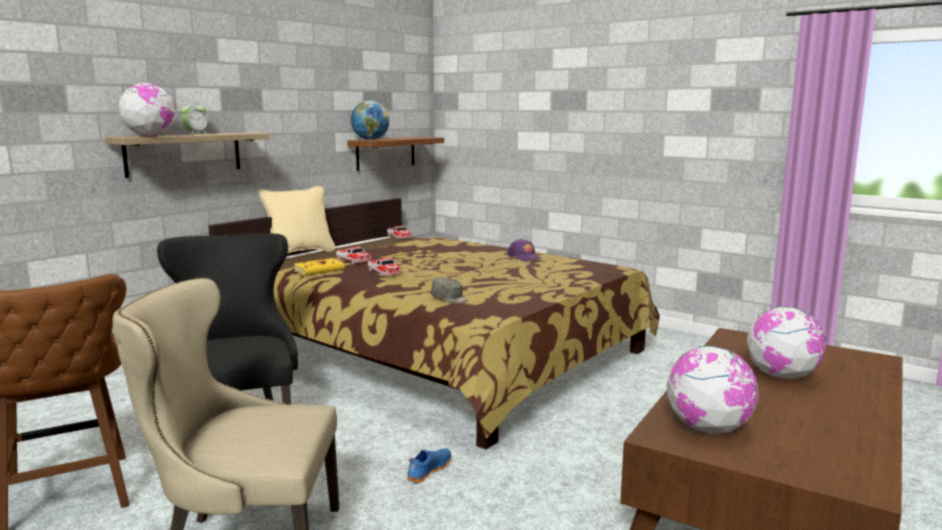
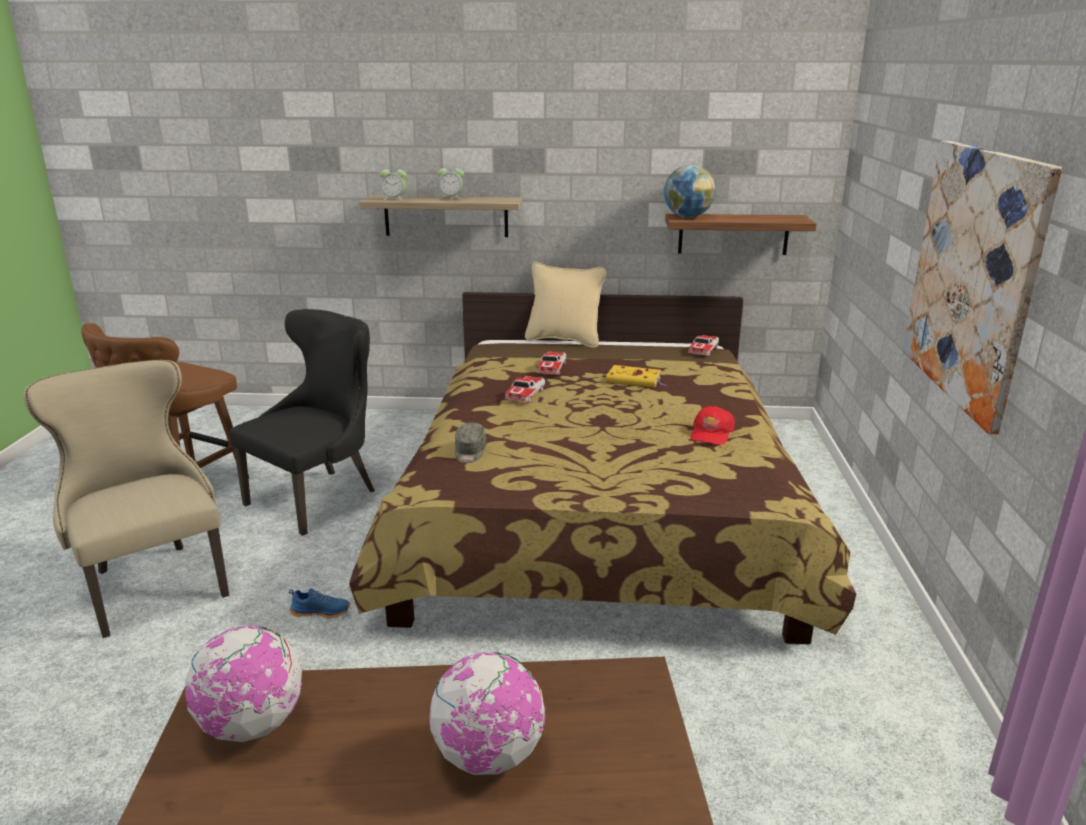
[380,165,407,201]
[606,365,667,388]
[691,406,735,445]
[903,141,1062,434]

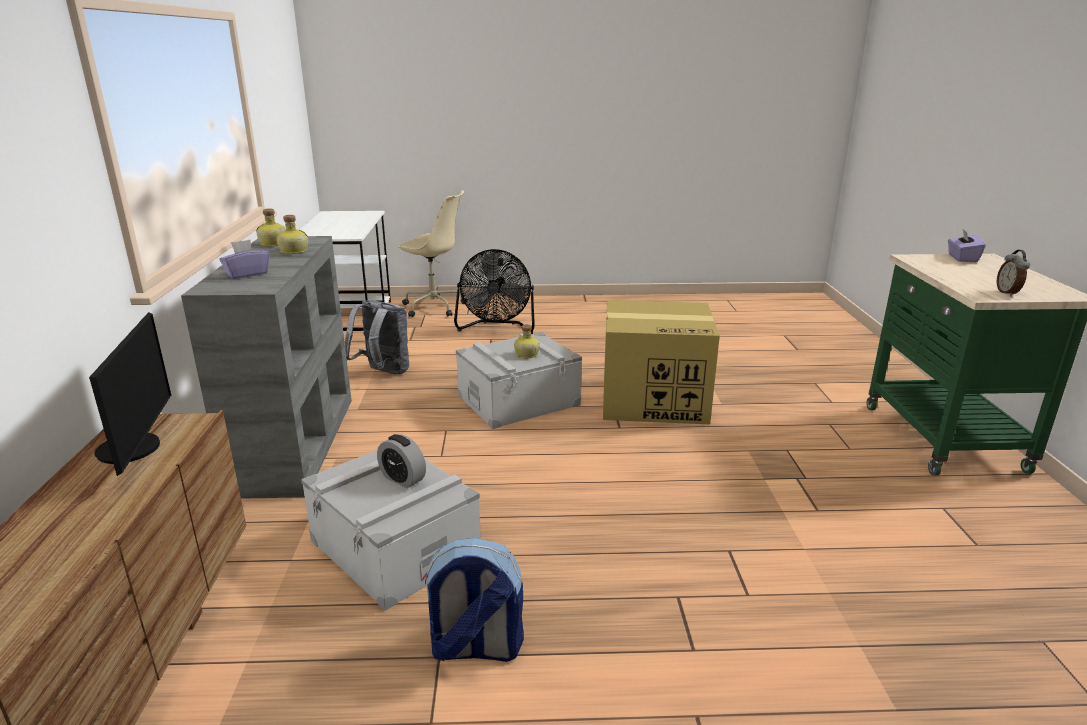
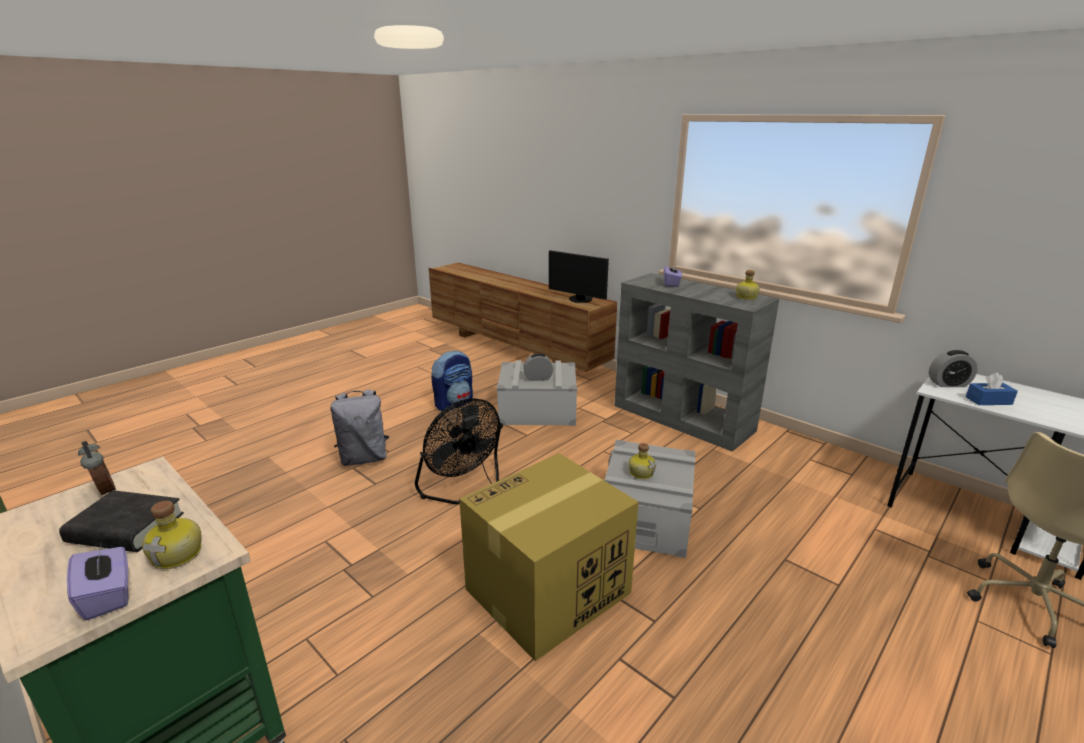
[142,501,202,569]
[330,389,389,466]
[415,398,503,504]
[59,490,184,552]
[929,350,977,387]
[966,373,1018,405]

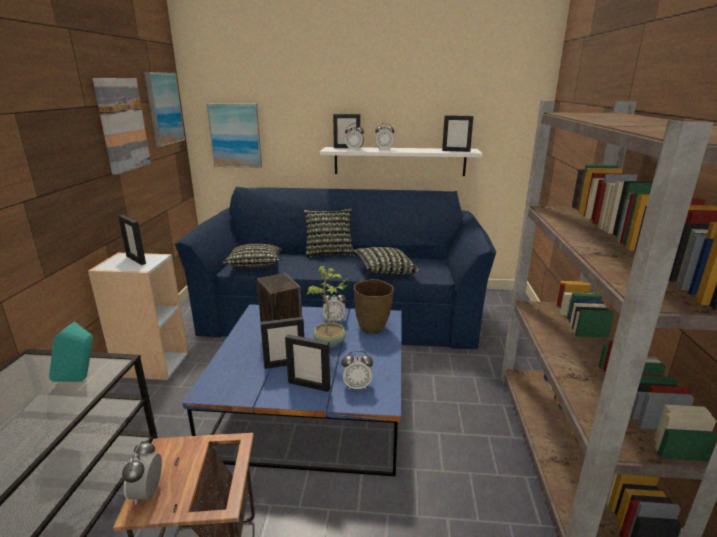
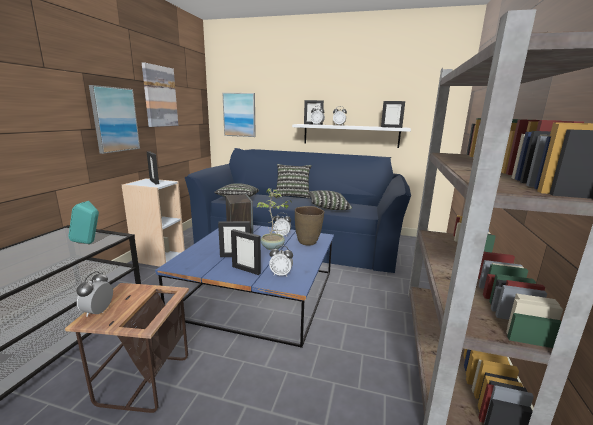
[89,85,140,154]

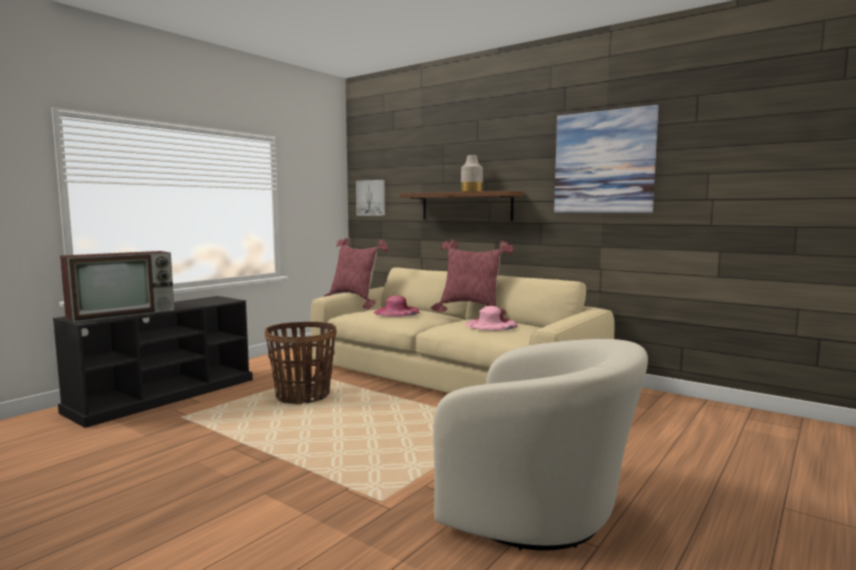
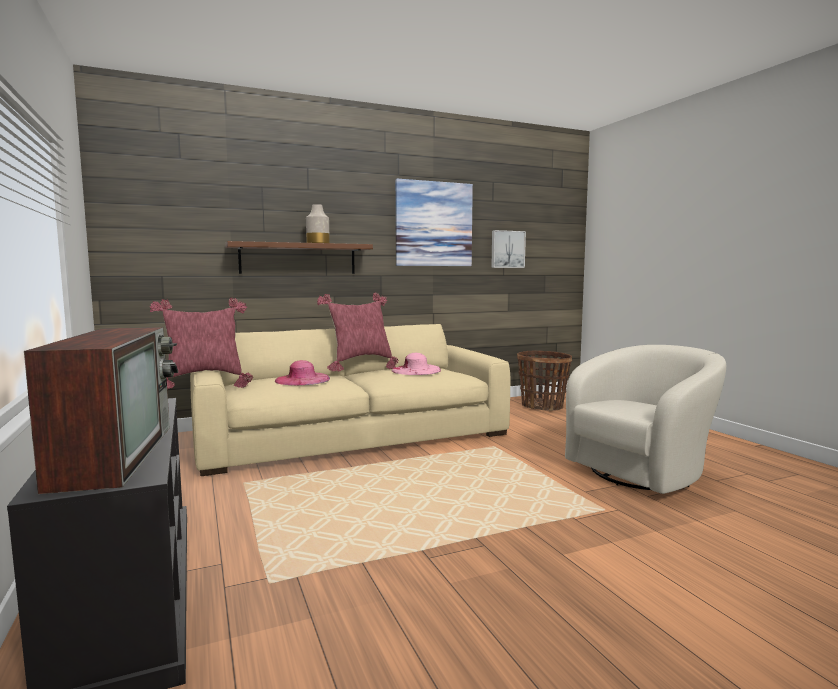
[517,350,572,411]
[491,230,526,268]

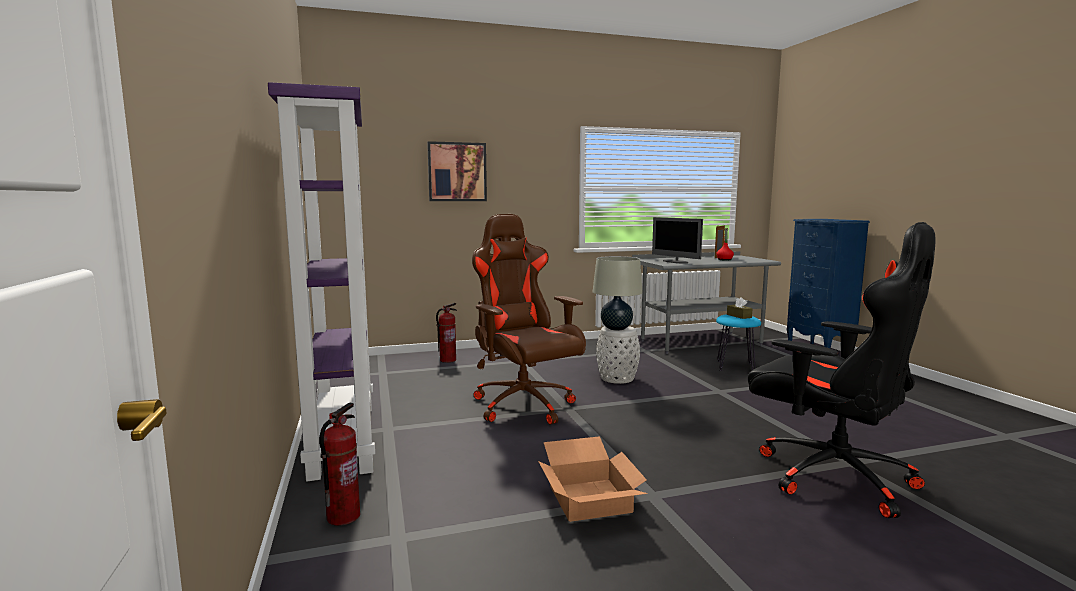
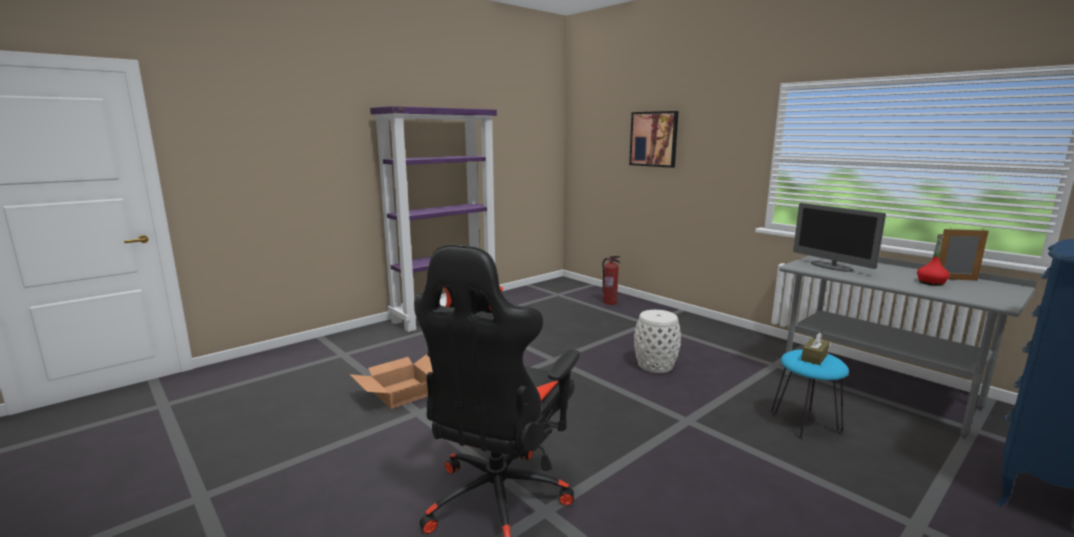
[319,403,360,526] (first image)
[472,214,586,425] (first image)
[593,256,643,330] (first image)
[793,203,886,272]

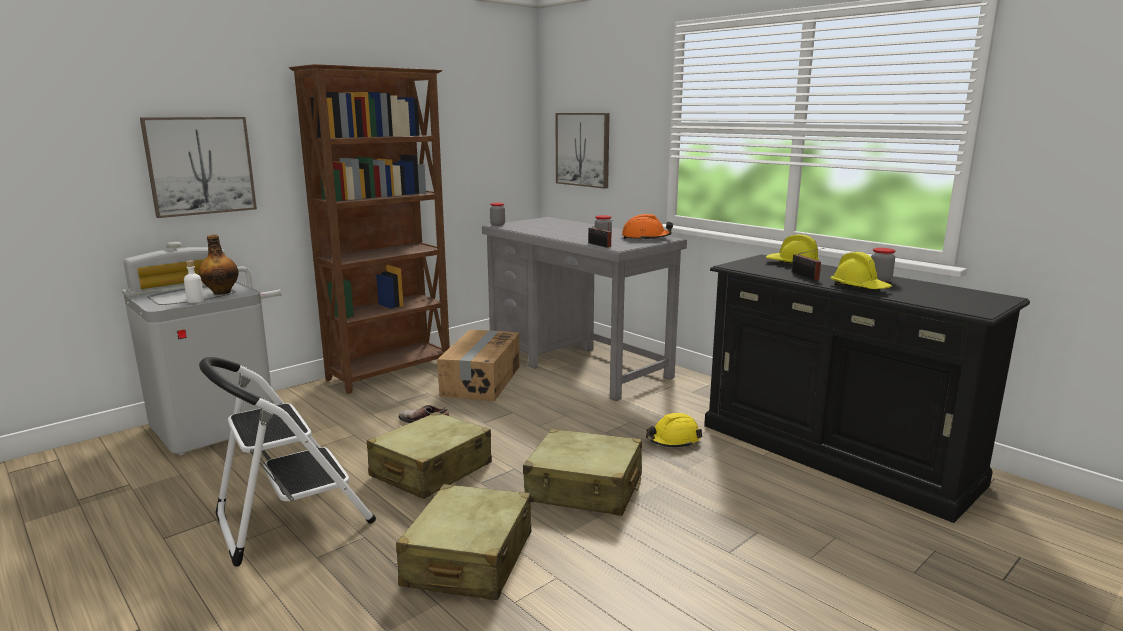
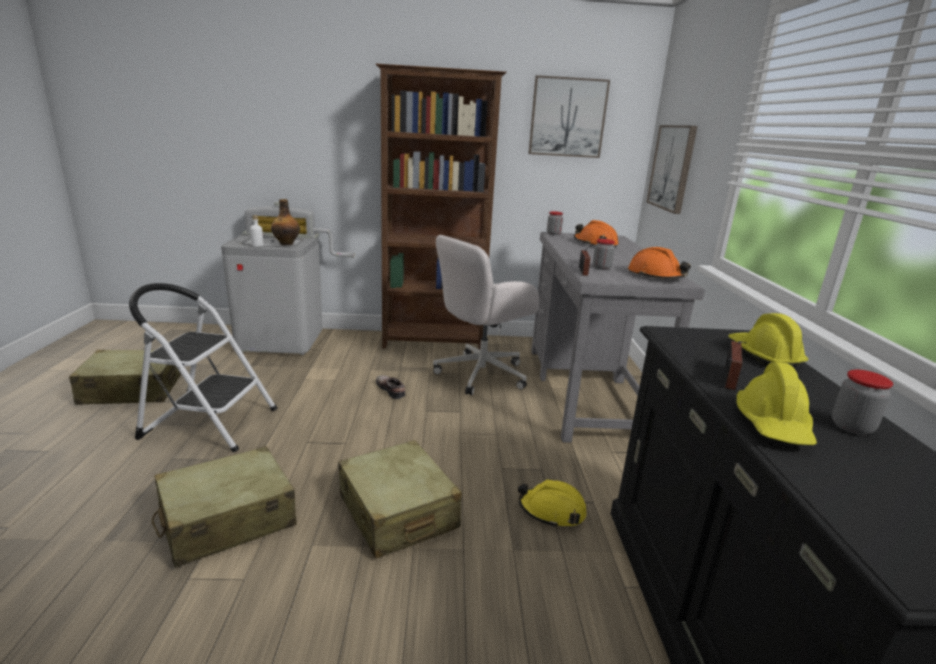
[529,75,610,158]
[69,350,181,405]
[433,235,539,395]
[574,220,618,248]

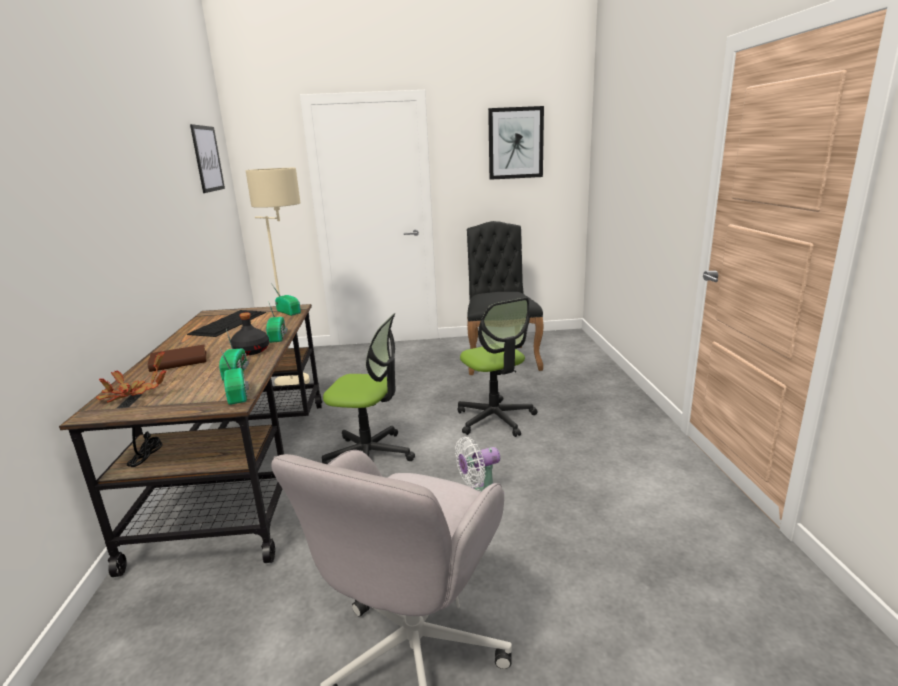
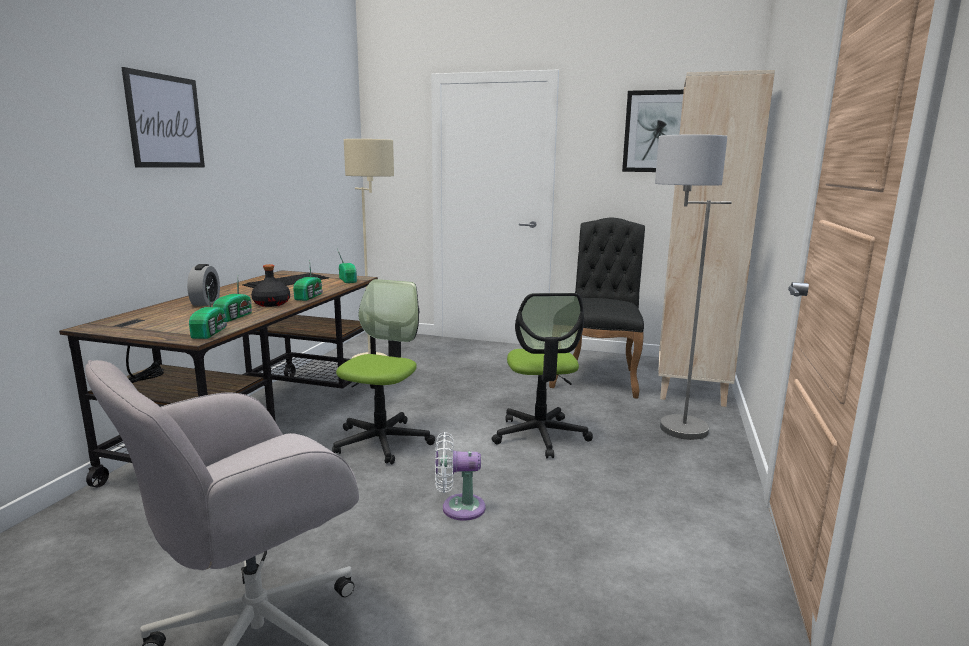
[96,351,167,403] (first image)
[187,264,220,306]
[121,67,205,167]
[332,279,435,464]
[655,134,732,440]
[658,70,775,407]

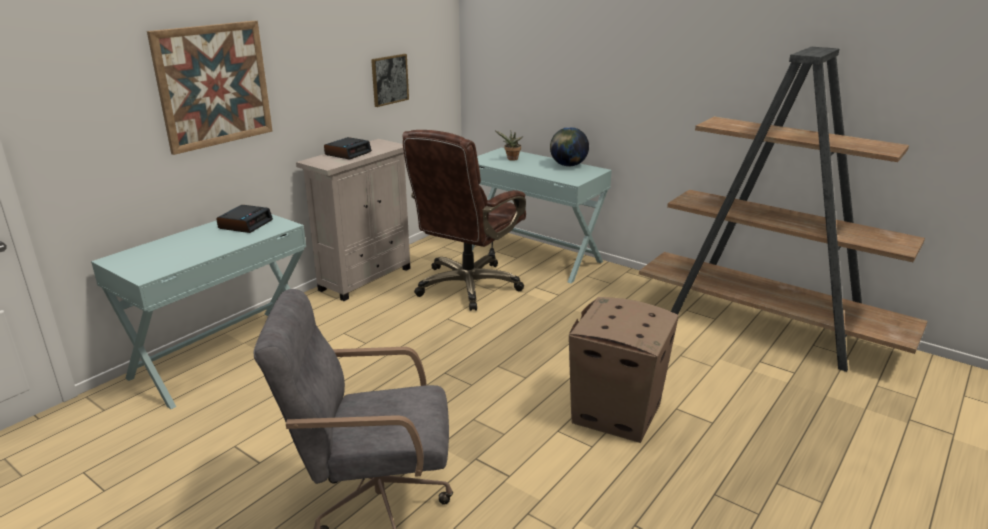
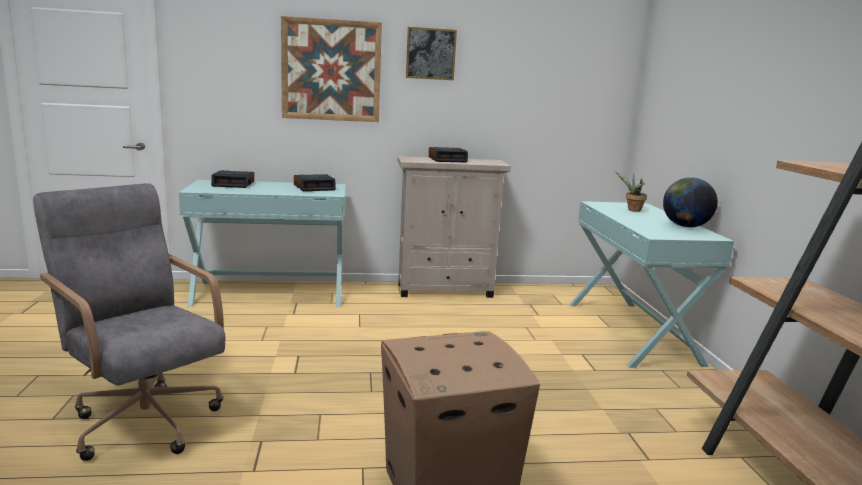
[406,27,457,80]
[403,130,526,311] (first image)
[211,170,254,188]

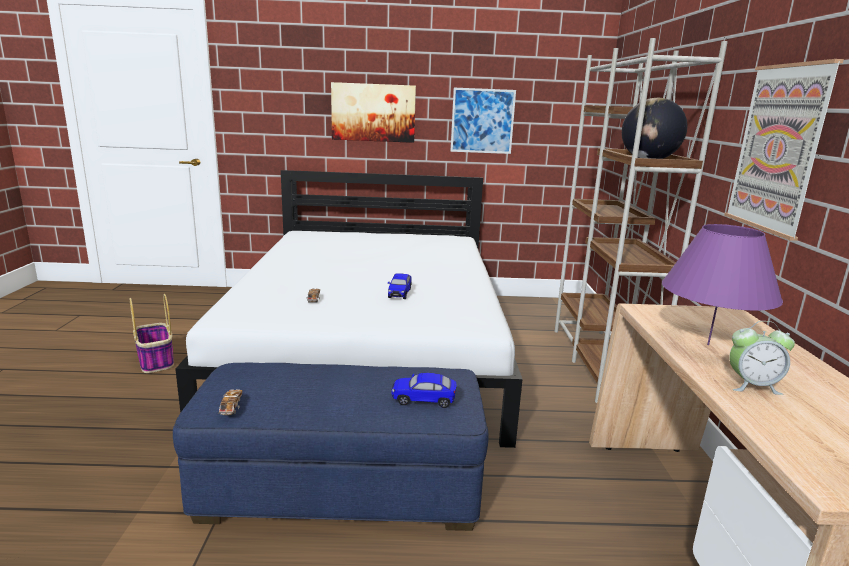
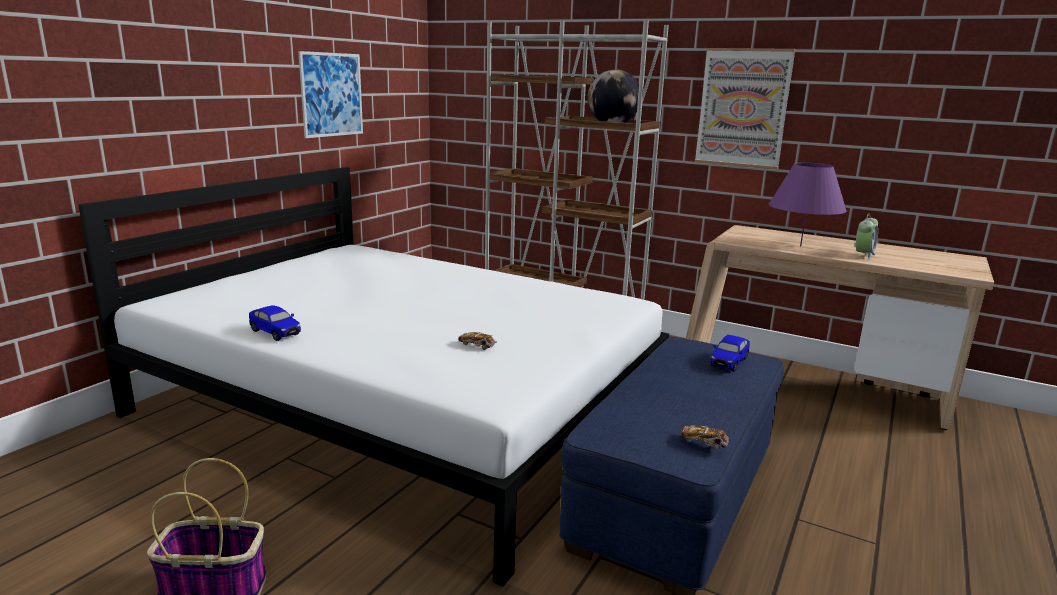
[331,82,416,143] (first image)
[249,305,301,341]

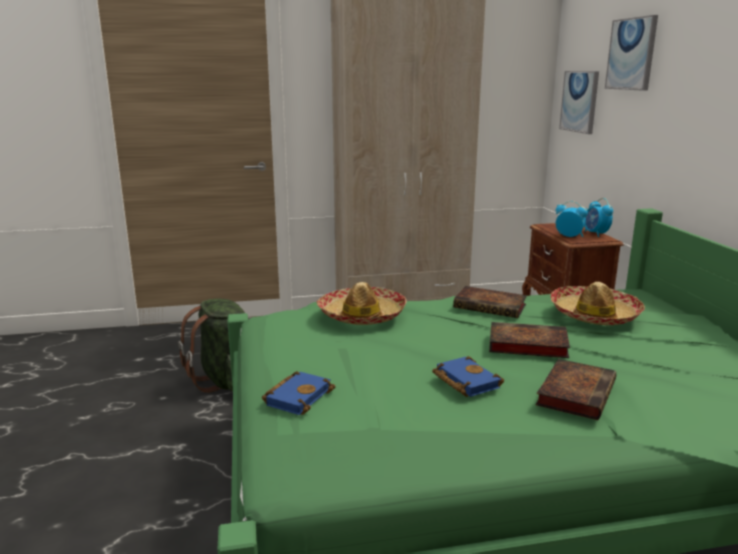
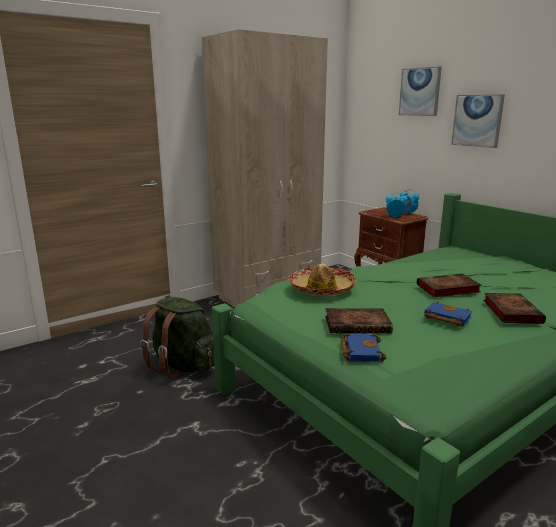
[325,308,393,333]
[550,282,645,325] (first image)
[451,94,505,148]

